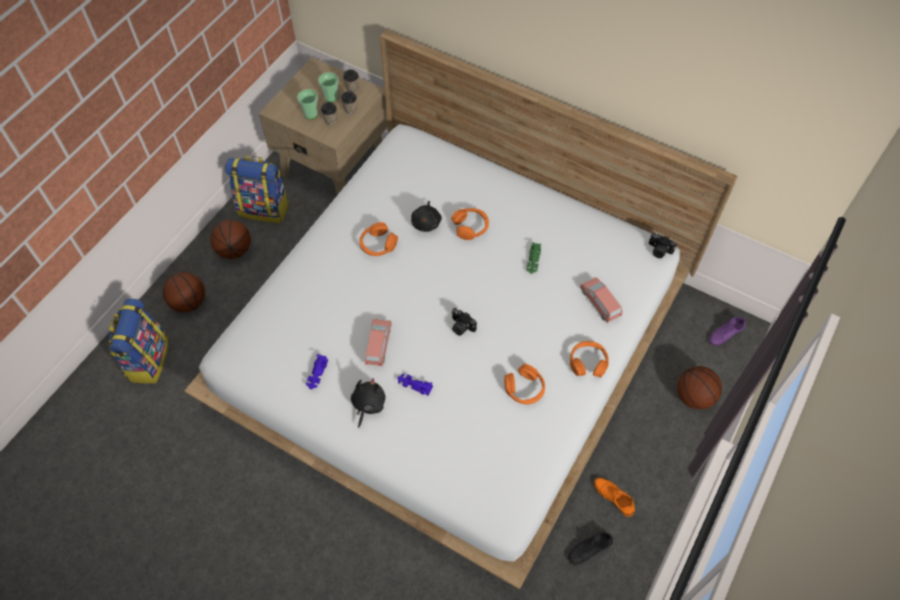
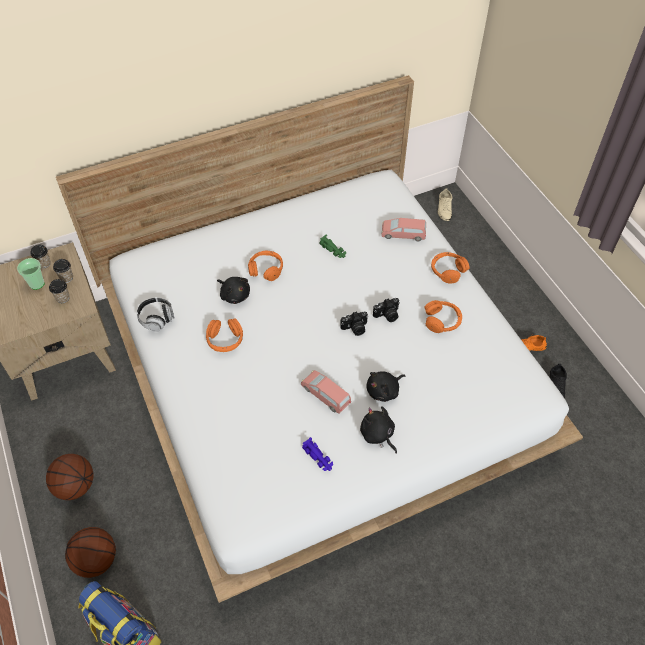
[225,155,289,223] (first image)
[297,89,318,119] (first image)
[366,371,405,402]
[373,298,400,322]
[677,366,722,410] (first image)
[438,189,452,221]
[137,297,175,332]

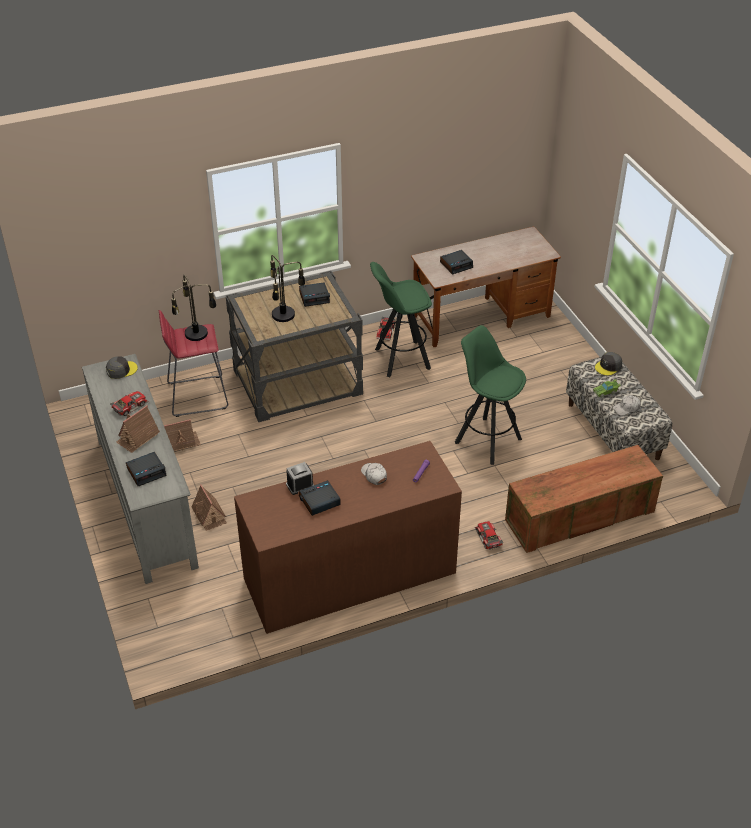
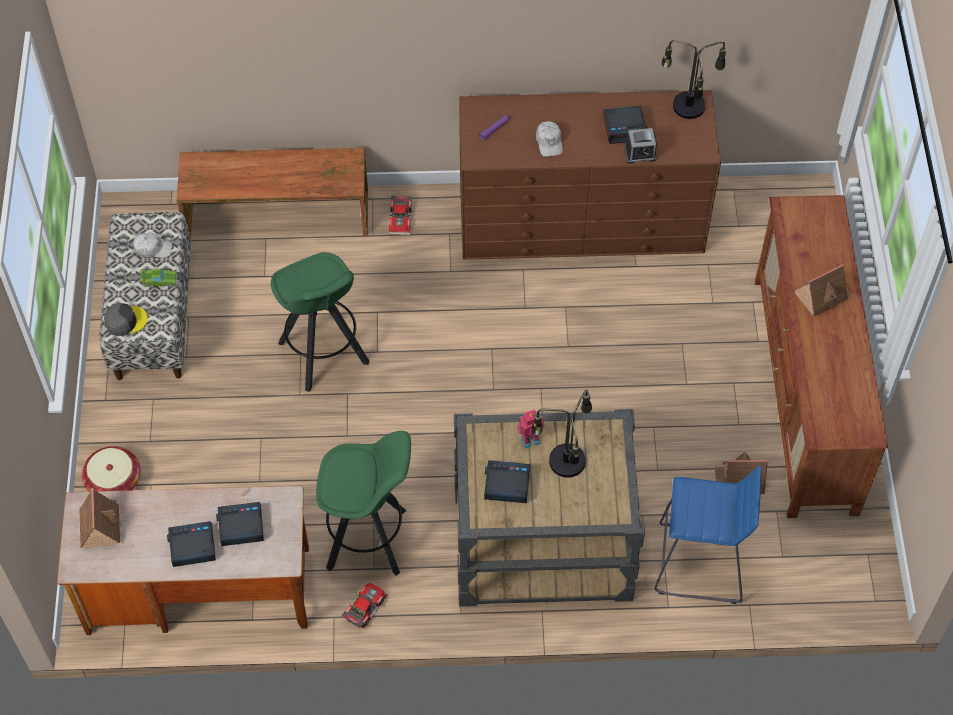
[755,195,888,518]
[106,356,138,379] (first image)
[110,391,149,416] (first image)
[167,521,216,567]
[654,466,761,604]
[662,40,726,119]
[80,488,122,548]
[82,446,141,492]
[517,410,544,448]

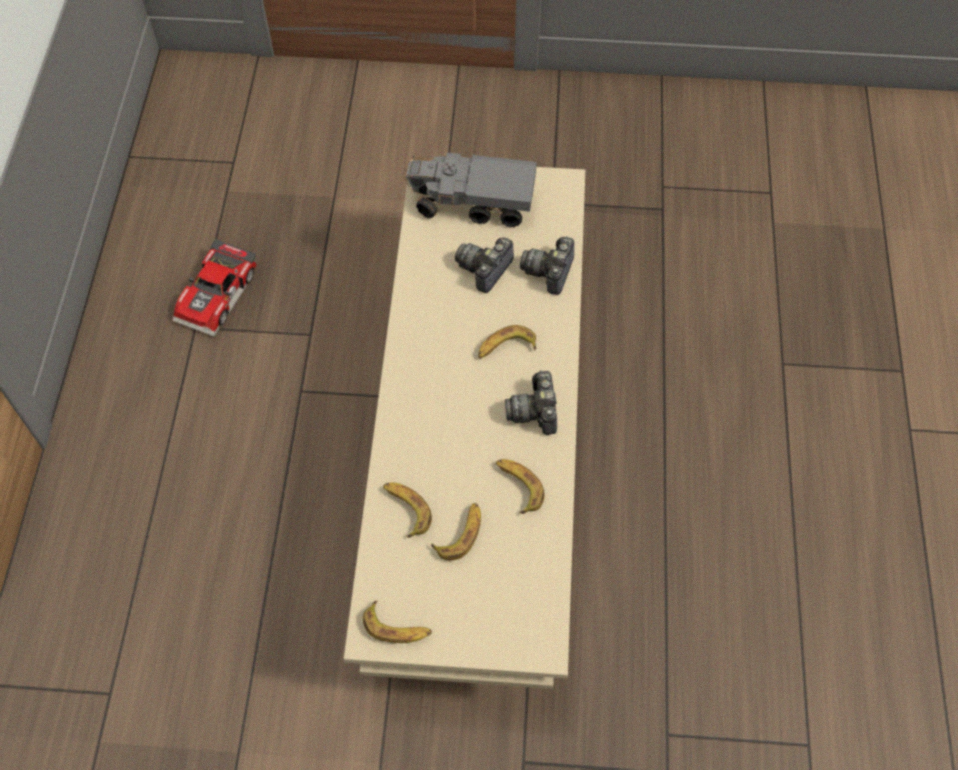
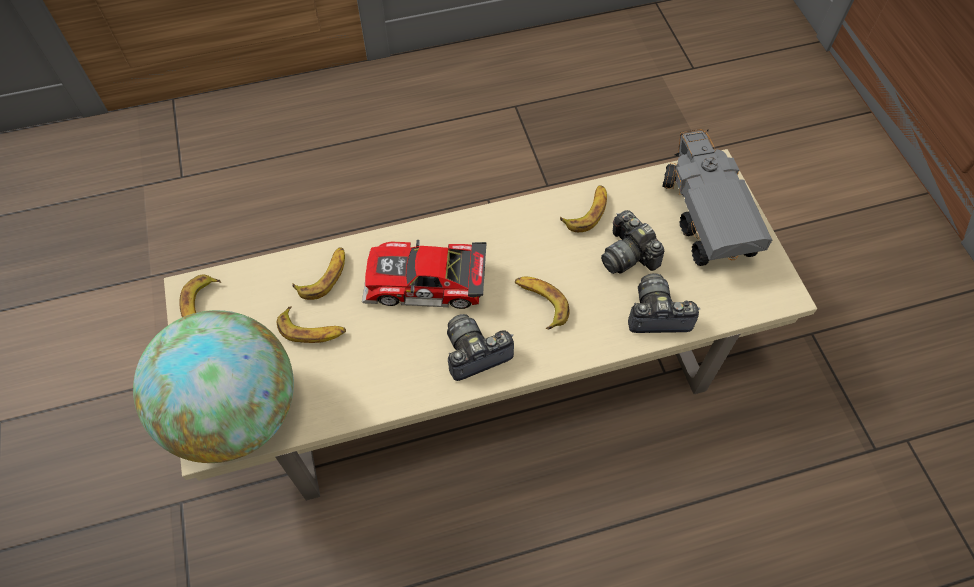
[362,240,487,309]
[601,210,664,274]
[560,185,607,232]
[133,310,294,463]

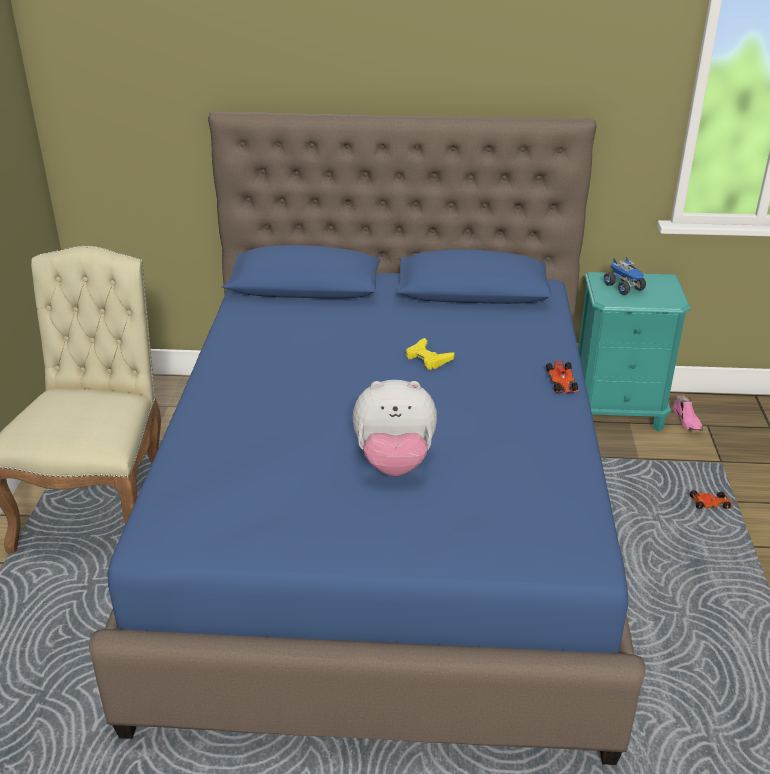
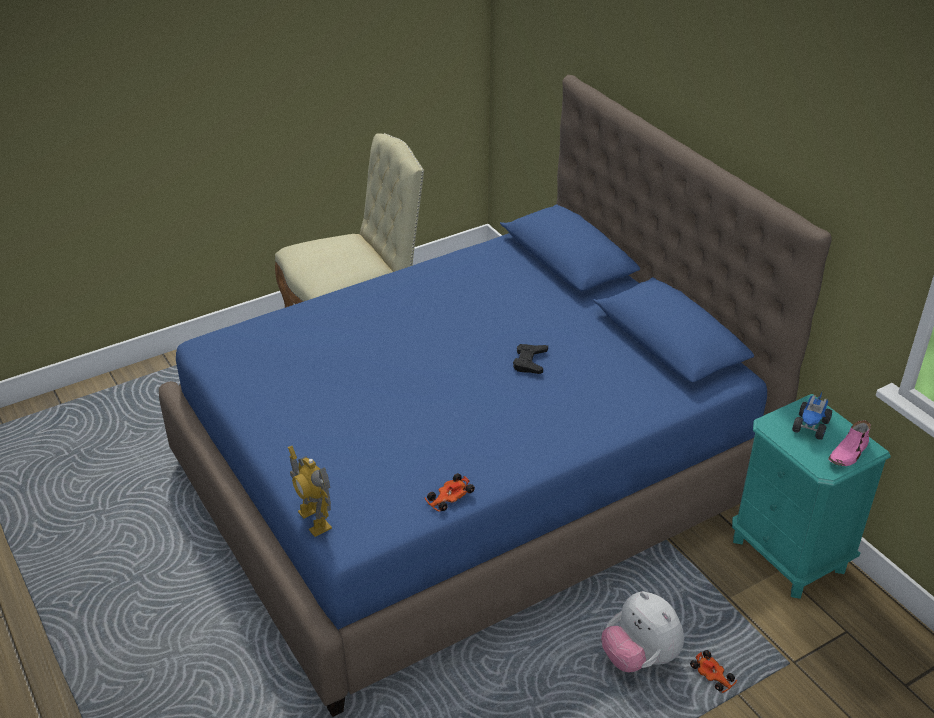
[601,591,684,672]
[513,344,548,374]
[424,473,475,512]
[828,420,870,466]
[288,446,332,537]

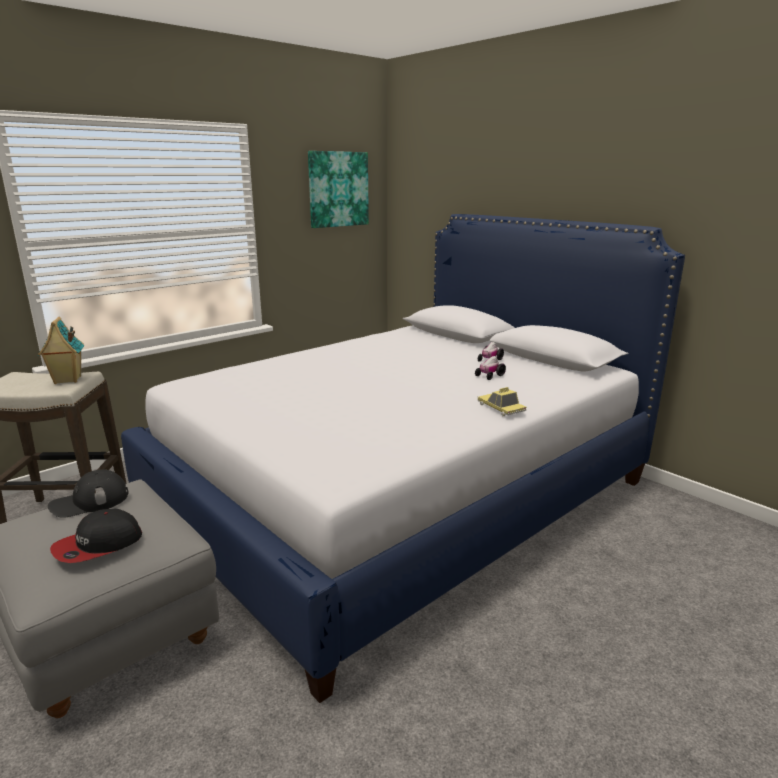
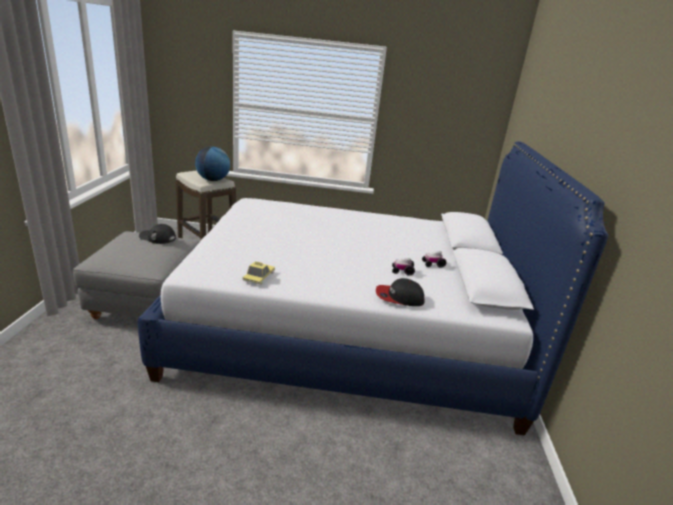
[195,147,230,181]
[376,278,425,306]
[308,151,369,228] (first image)
[243,261,275,285]

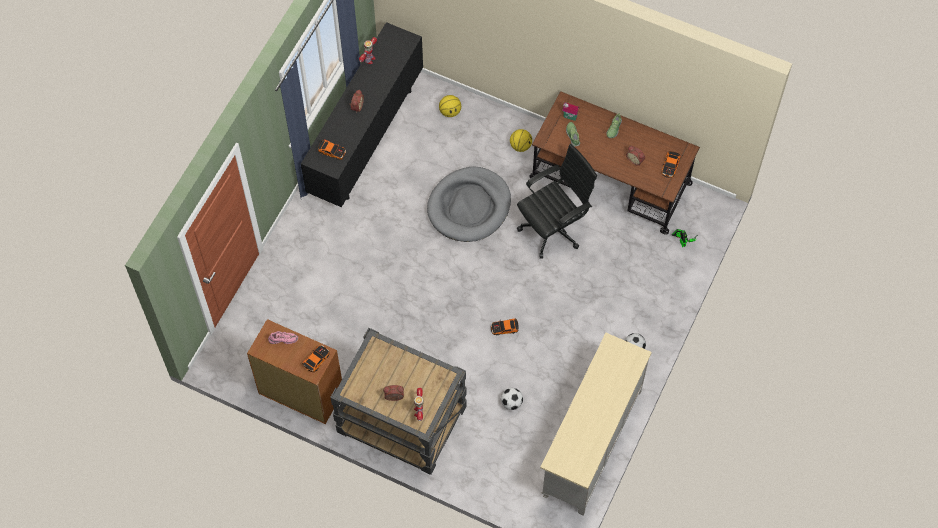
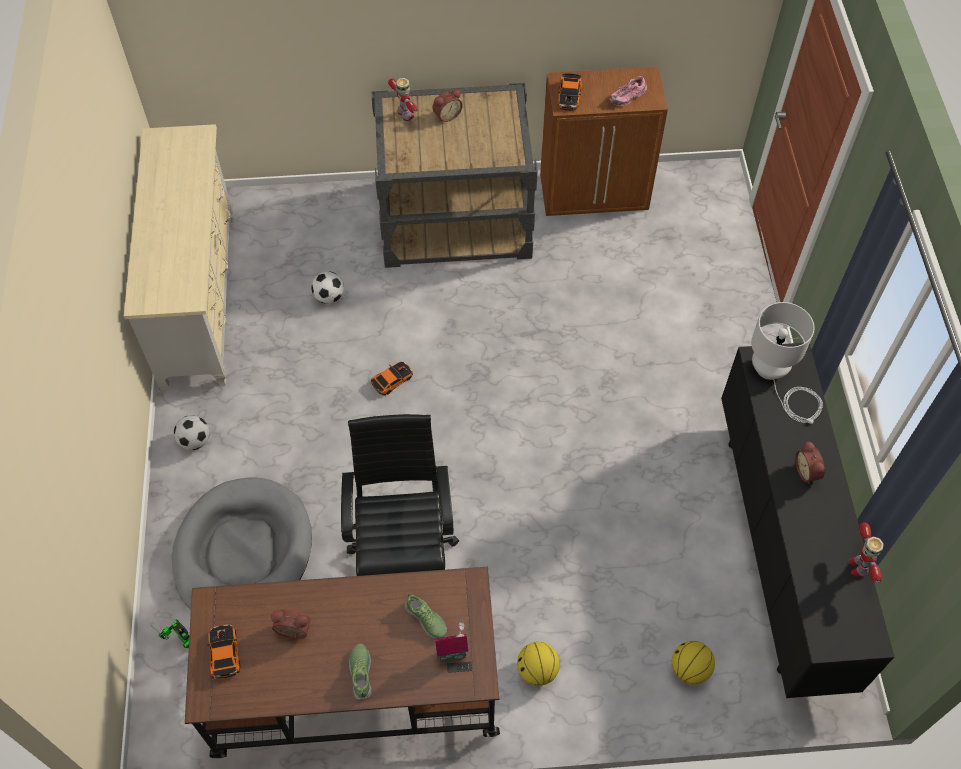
[751,302,823,424]
[172,477,312,609]
[341,414,459,576]

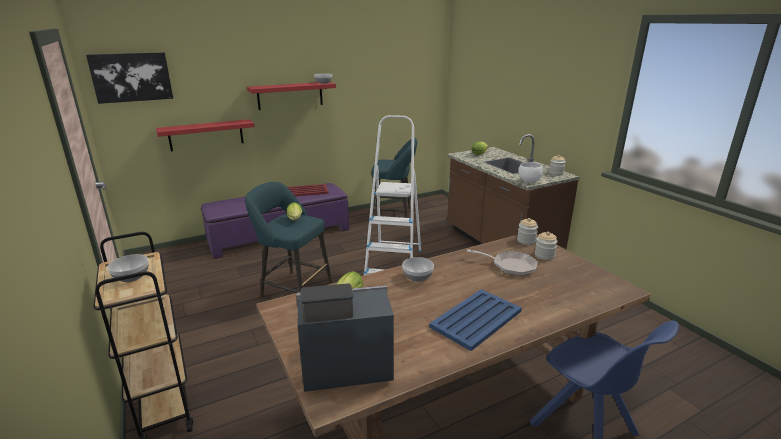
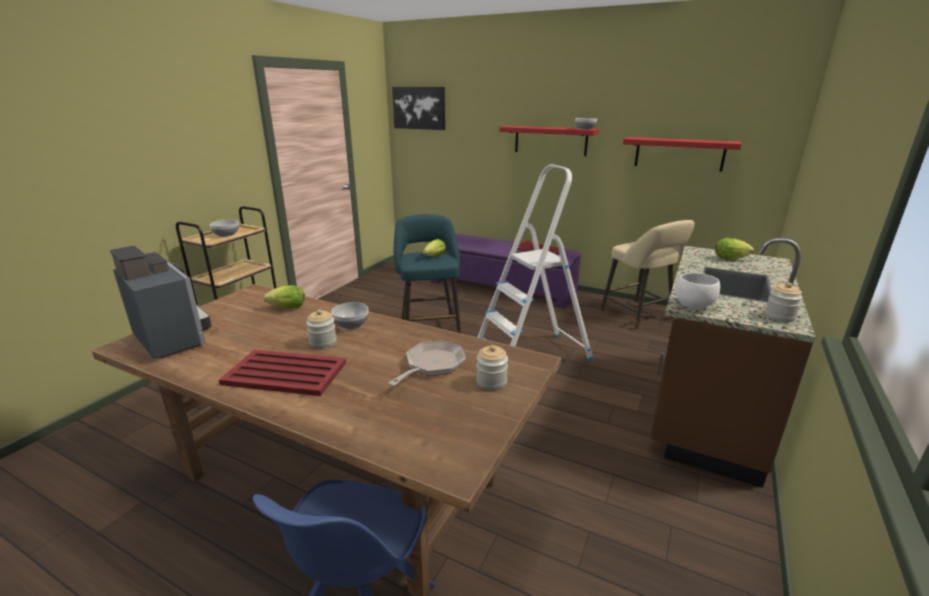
[623,137,741,172]
[601,220,695,330]
[219,350,346,396]
[388,340,466,386]
[306,310,337,349]

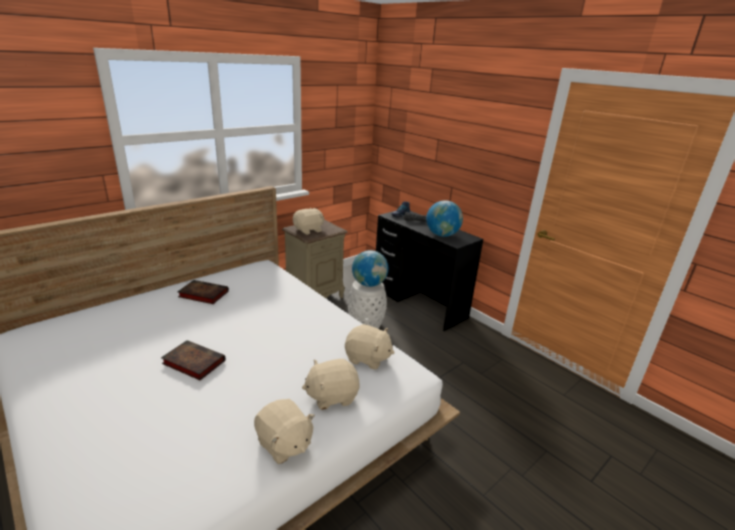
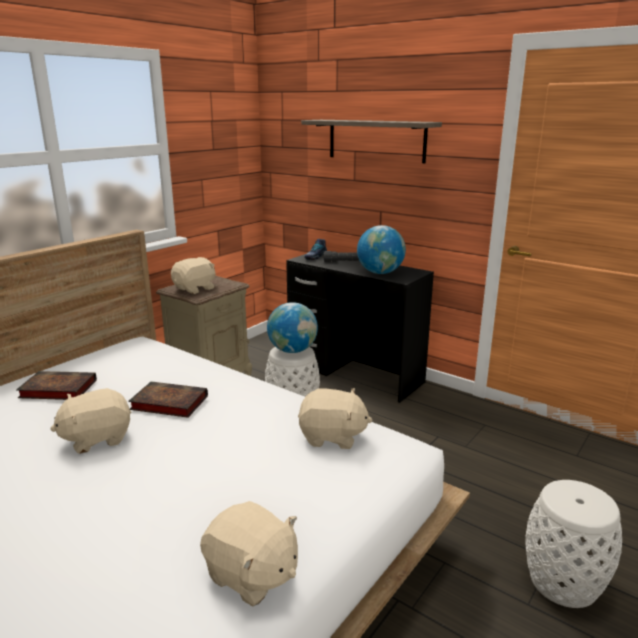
[128,381,208,418]
[50,388,131,454]
[301,120,442,163]
[526,480,622,608]

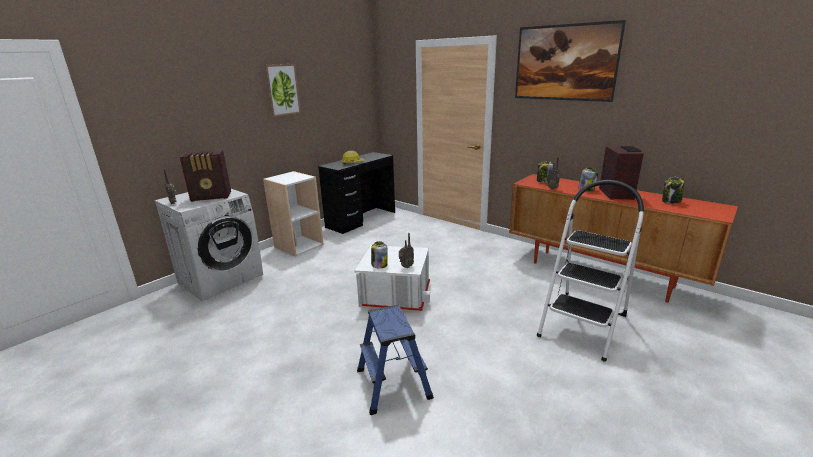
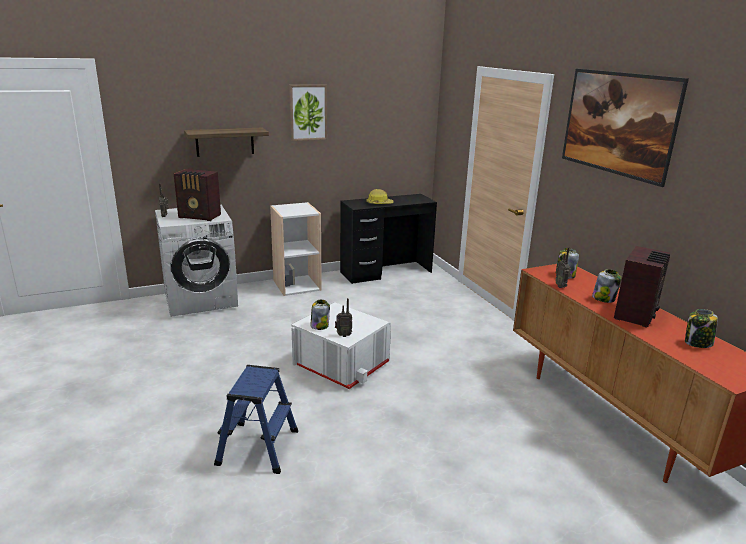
[537,180,644,362] (first image)
[184,128,269,157]

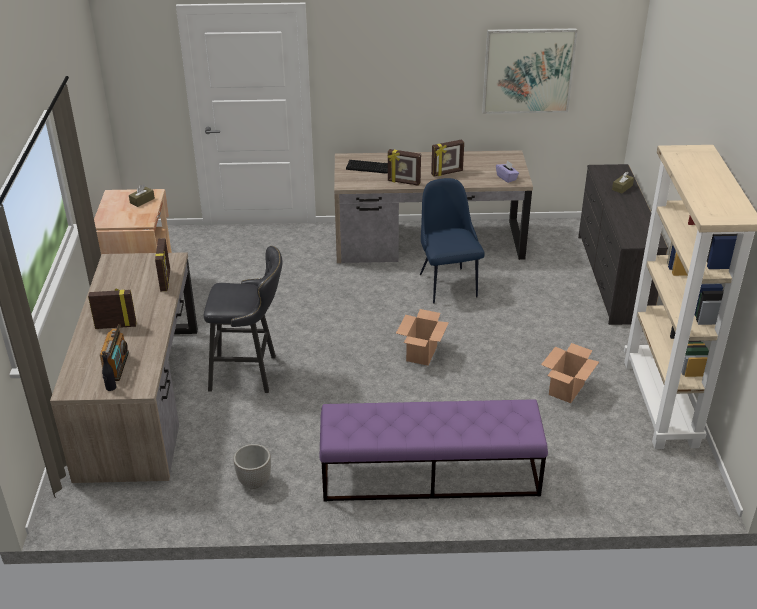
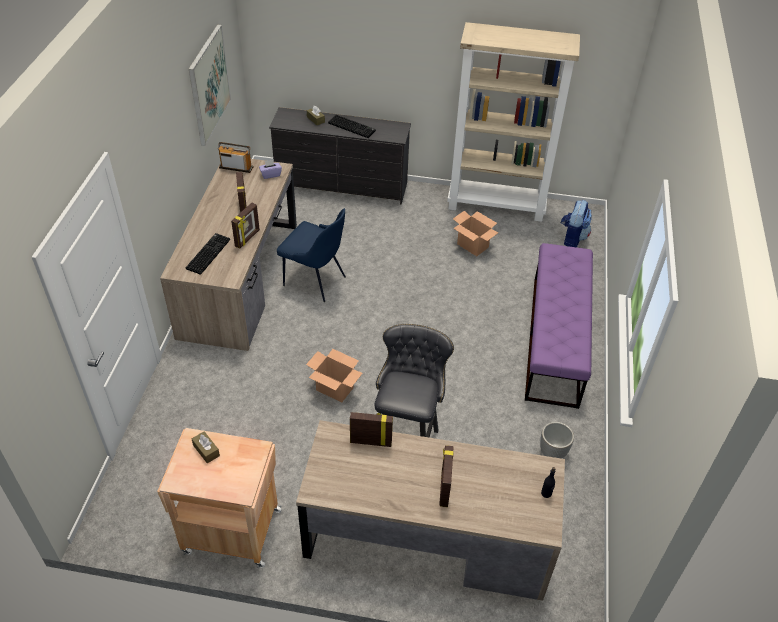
[218,142,253,173]
[306,349,363,403]
[277,208,346,302]
[328,115,376,138]
[561,200,592,247]

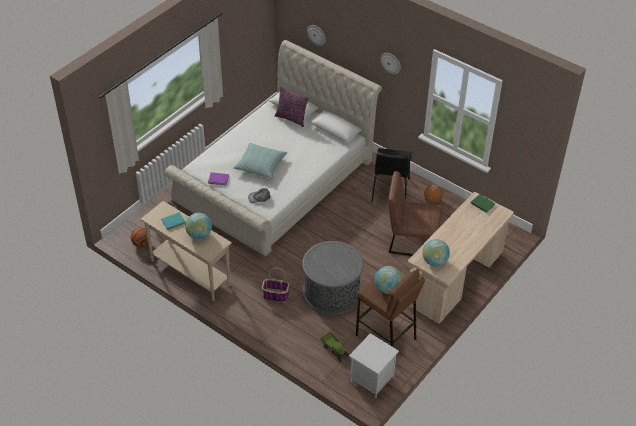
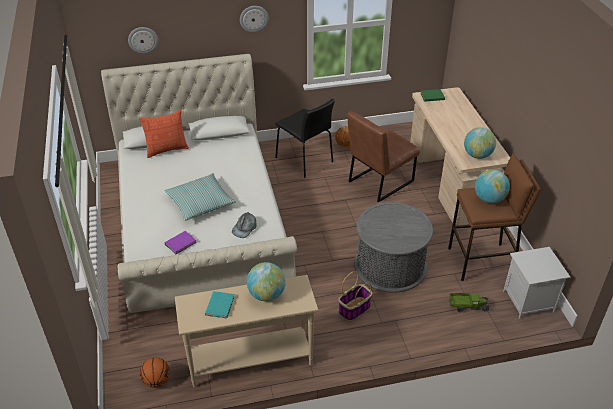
[139,110,189,158]

